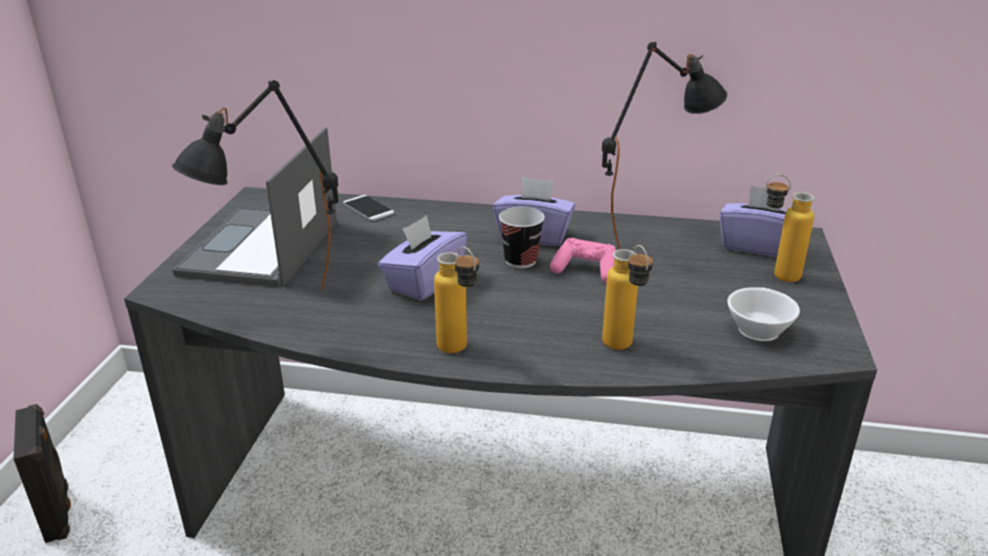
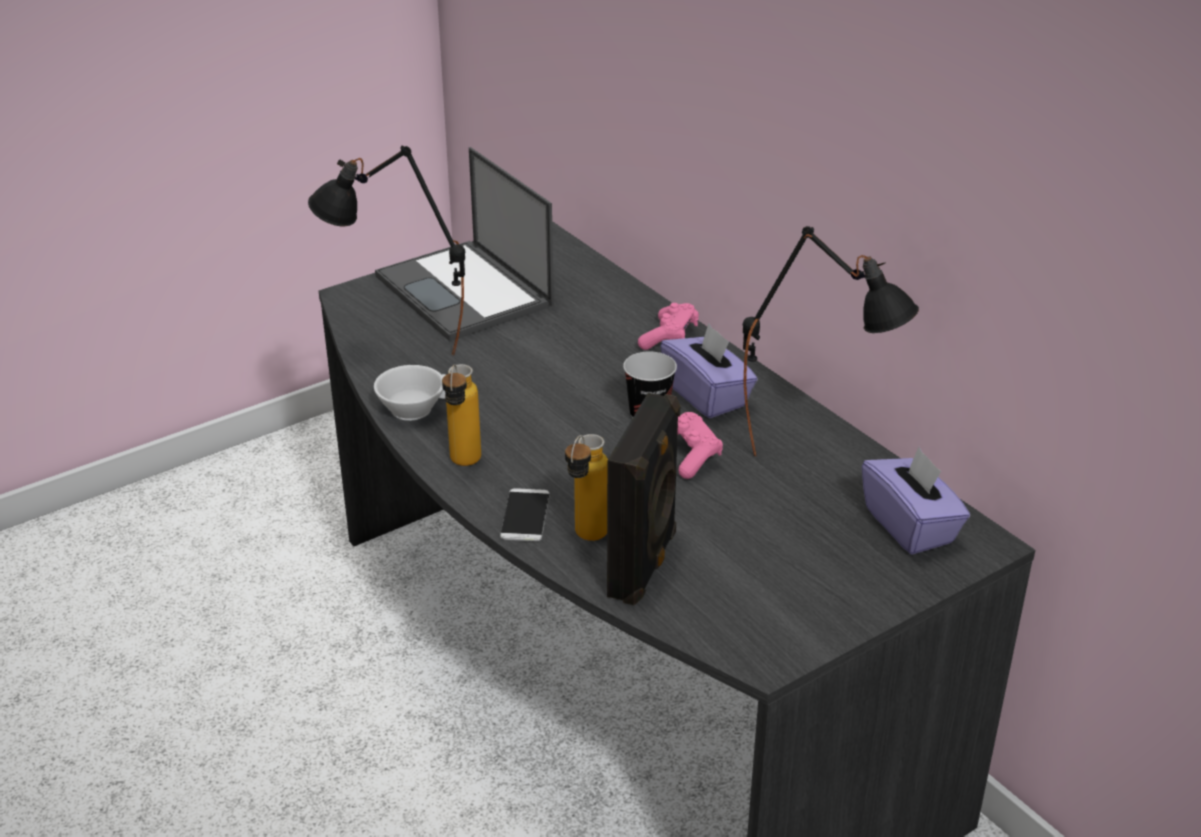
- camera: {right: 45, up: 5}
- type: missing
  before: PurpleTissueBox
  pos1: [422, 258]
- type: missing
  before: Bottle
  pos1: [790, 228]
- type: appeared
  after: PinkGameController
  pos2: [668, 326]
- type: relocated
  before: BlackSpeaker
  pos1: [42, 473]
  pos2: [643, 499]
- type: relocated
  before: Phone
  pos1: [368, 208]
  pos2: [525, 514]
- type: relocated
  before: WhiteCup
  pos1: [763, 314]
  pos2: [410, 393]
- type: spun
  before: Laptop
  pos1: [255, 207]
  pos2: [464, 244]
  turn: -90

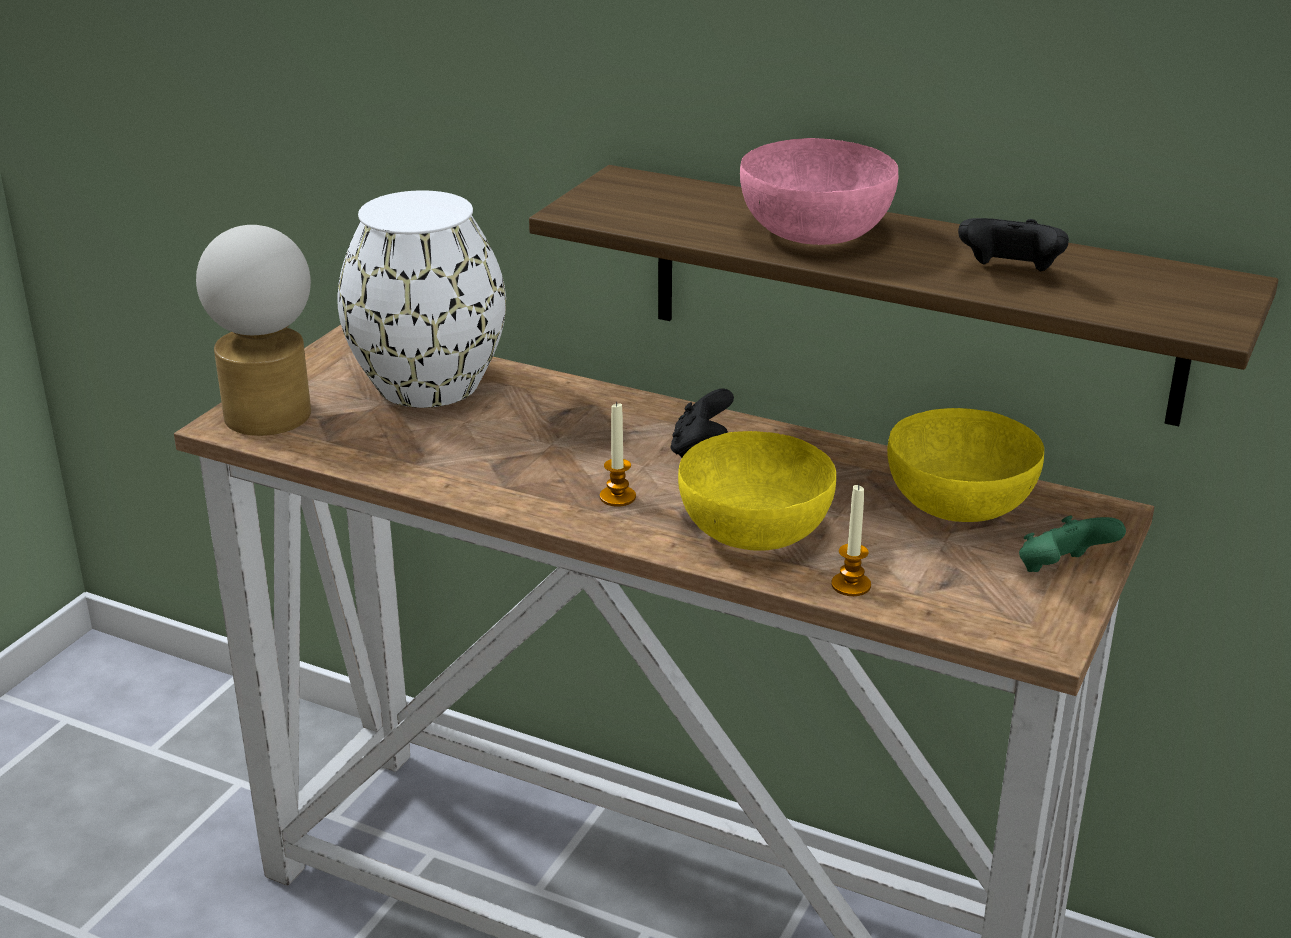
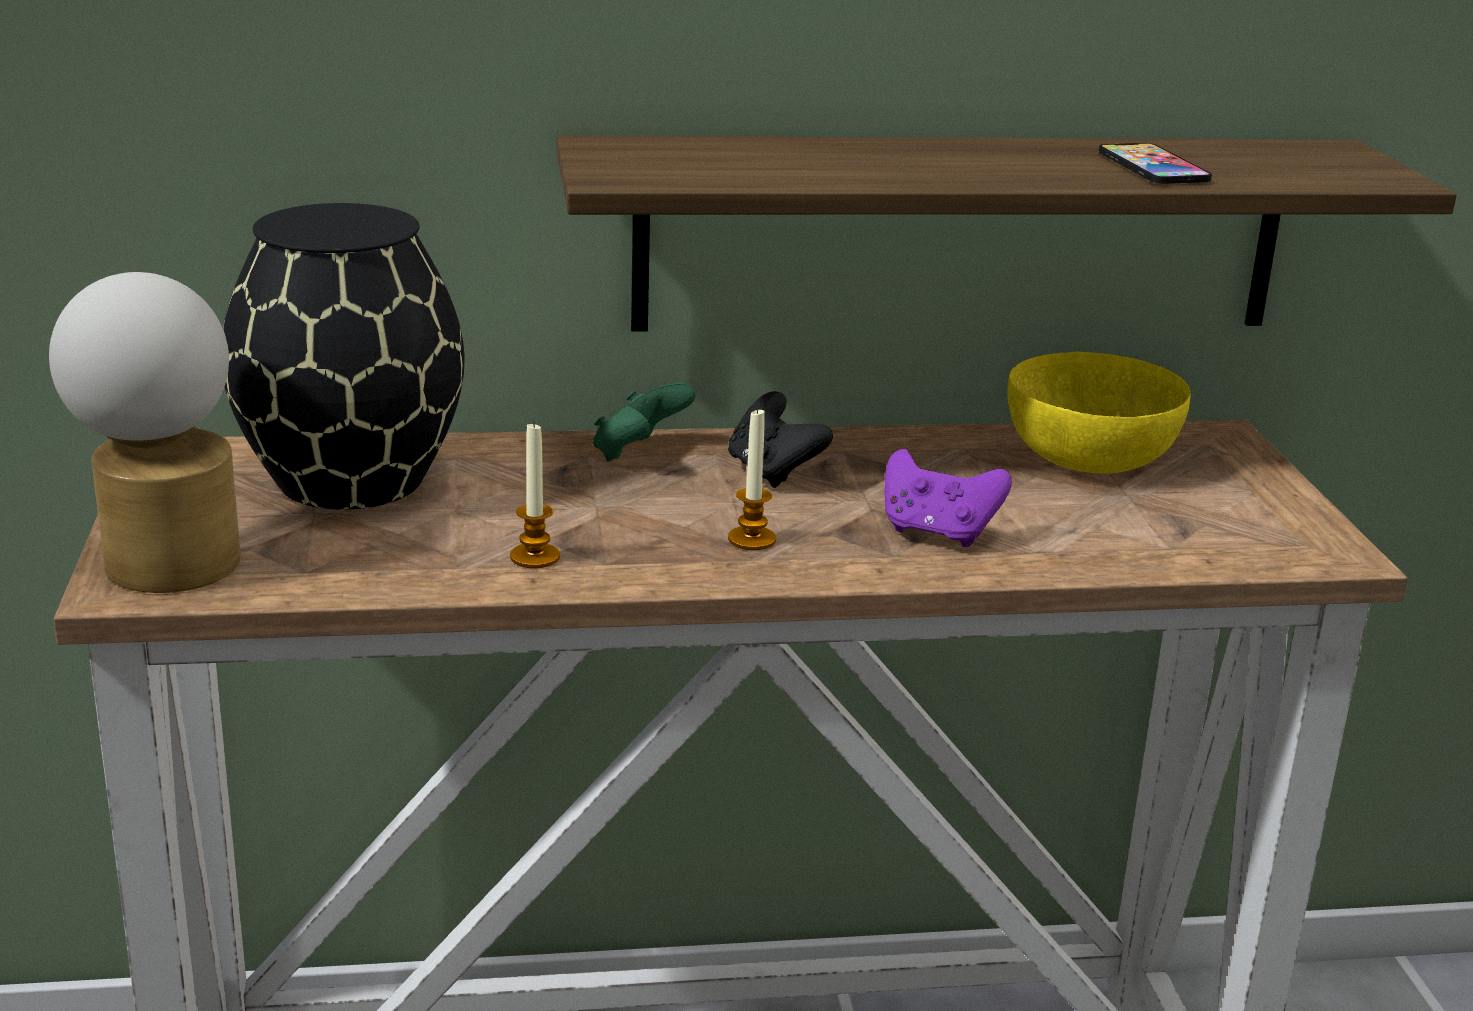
- camera: {right: -35, up: -5}
- type: missing
  before: PinkBowl
  pos1: [819, 191]
- type: relocated
  before: Candle
  pos1: [851, 540]
  pos2: [535, 495]
- type: relocated
  before: GreenGameController
  pos1: [1072, 544]
  pos2: [644, 422]
- type: exchanged
  before: YellowBowl
  after: PurpleGameController
  pos1: [757, 491]
  pos2: [948, 498]
- type: exchanged
  before: BlackGameController
  after: Phone
  pos1: [1013, 244]
  pos2: [1155, 163]
- type: colour
  before: WhiteVase
  after: BlackVase
  pos1: [421, 299]
  pos2: [344, 356]

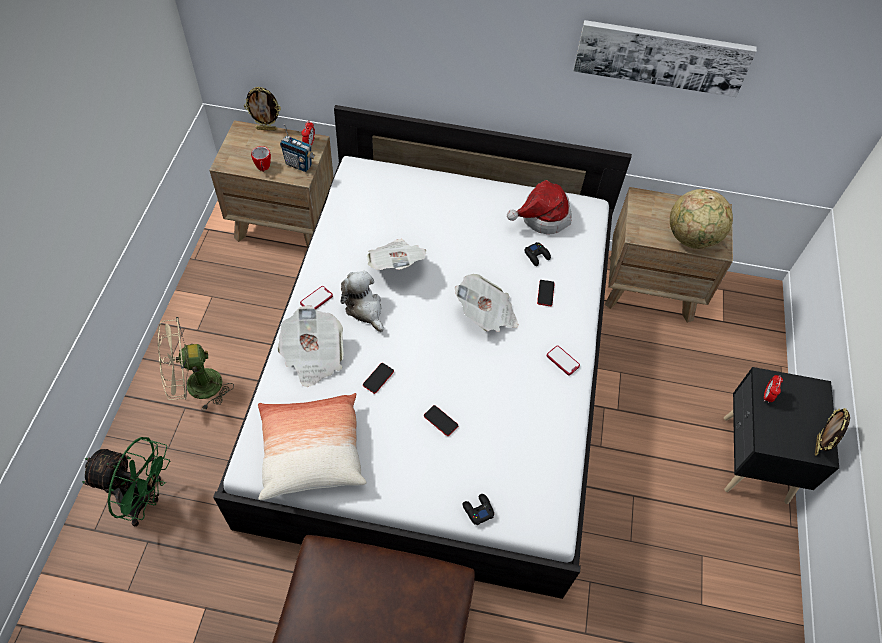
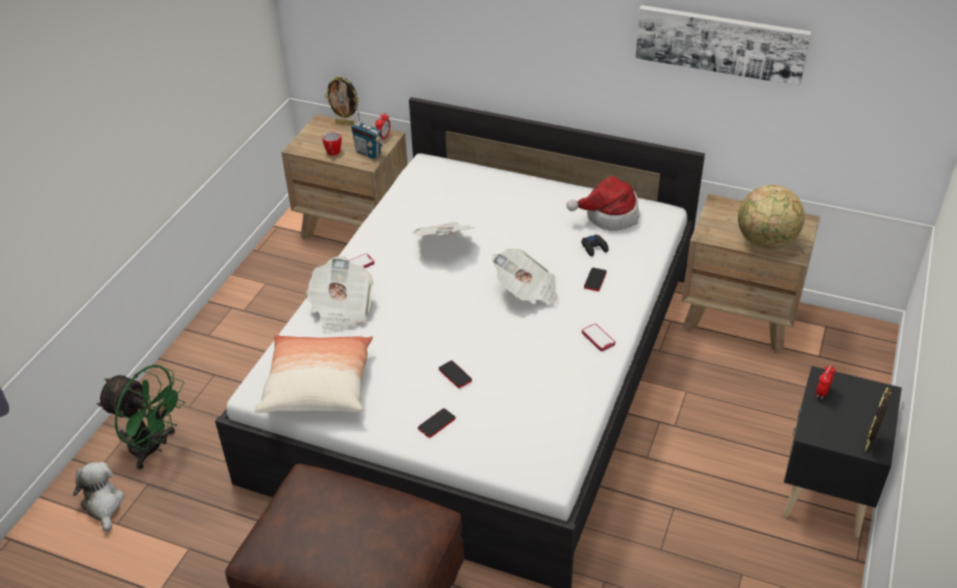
- camera: {right: 15, up: -15}
- type: missing
  before: BeigeFan
  pos1: [196, 364]
- type: missing
  before: BlackGameController
  pos1: [478, 509]
- type: relocated
  before: PlushToy
  pos1: [362, 301]
  pos2: [99, 497]
- type: relocated
  before: Phone
  pos1: [378, 378]
  pos2: [437, 423]

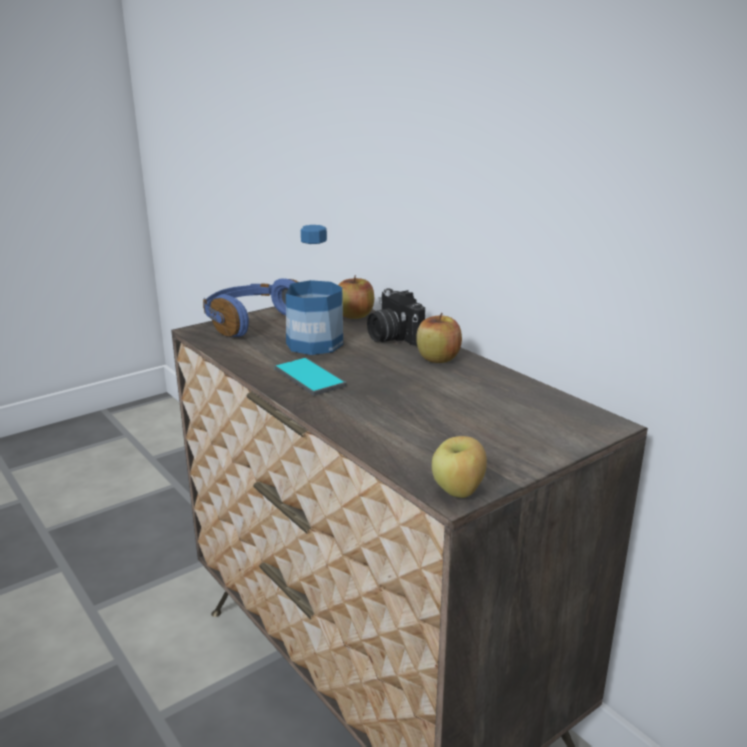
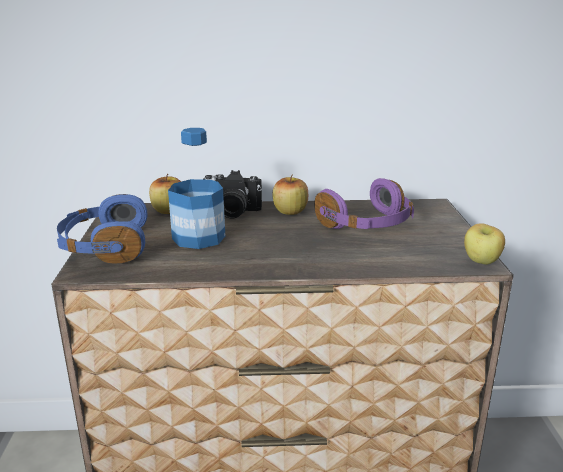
- camera: {right: -55, up: 0}
- type: missing
  before: Phone
  pos1: [310, 377]
- type: appeared
  after: PurpleHeadphones
  pos2: [364, 203]

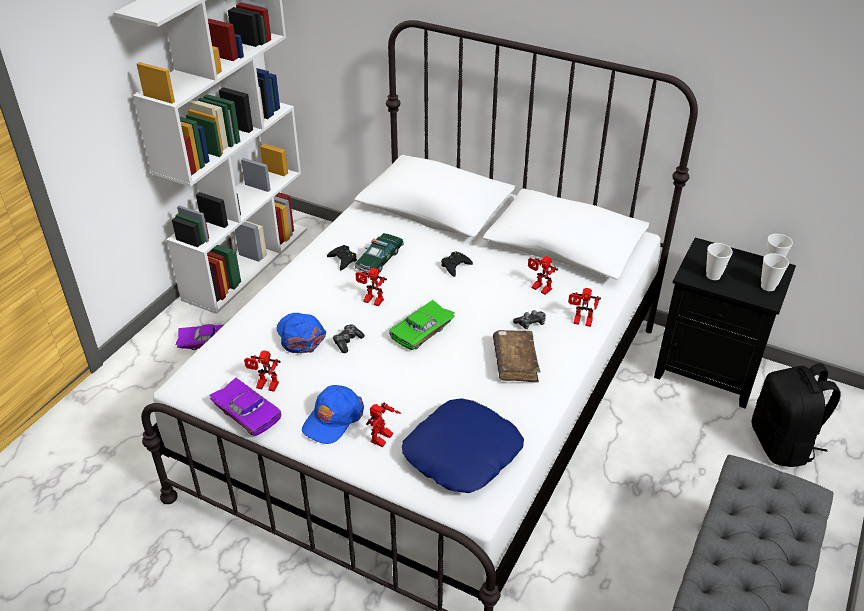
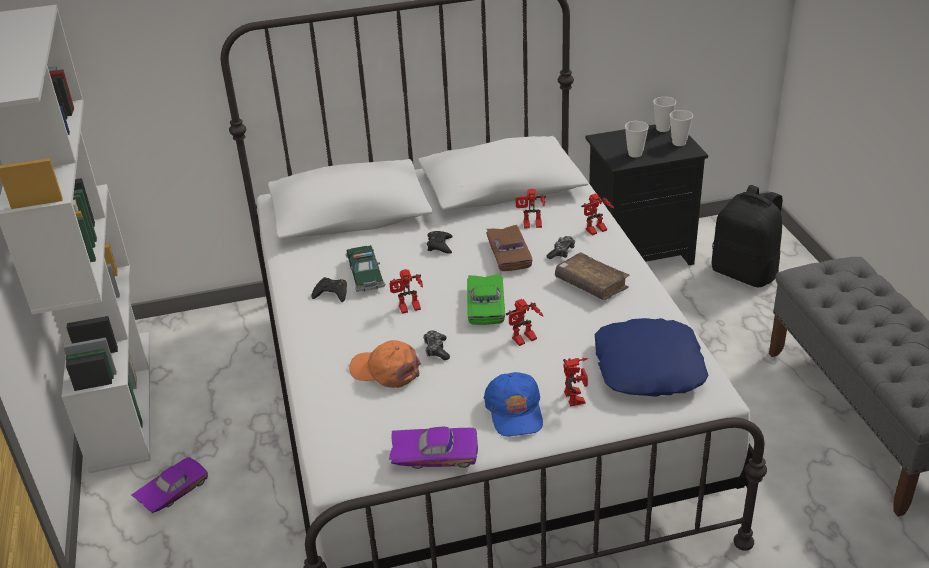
- camera: {right: -40, up: -5}
- type: appeared
  after: BrownToyCar
  pos2: [509, 248]
- type: relocated
  before: ToyRobot
  pos1: [262, 371]
  pos2: [524, 322]
- type: colour
  before: BlueCap
  after: OrangeCap
  pos1: [301, 333]
  pos2: [385, 364]

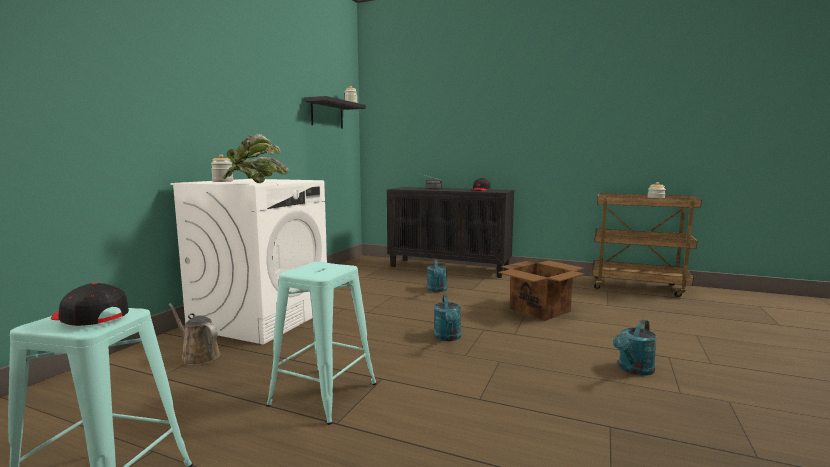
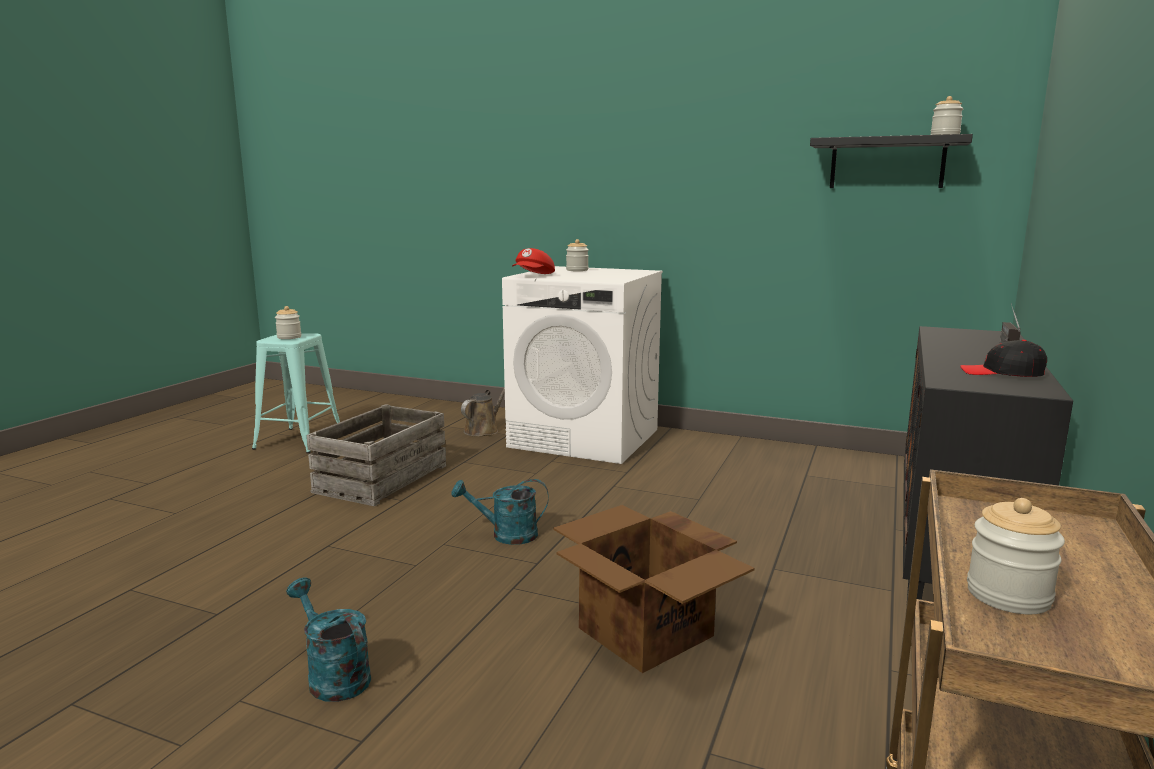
- camera: {right: 90, up: 5}
- type: missing
  before: TurquoiseWateringCan
  pos1: [437, 275]
- type: exchanged
  before: BlackCap
  after: Jar
  pos1: [90, 304]
  pos2: [288, 322]
- type: exchanged
  before: PottedPlant
  after: RedCap
  pos1: [255, 158]
  pos2: [533, 261]
- type: exchanged
  before: TurquoiseStool
  after: Crate
  pos1: [321, 343]
  pos2: [376, 455]

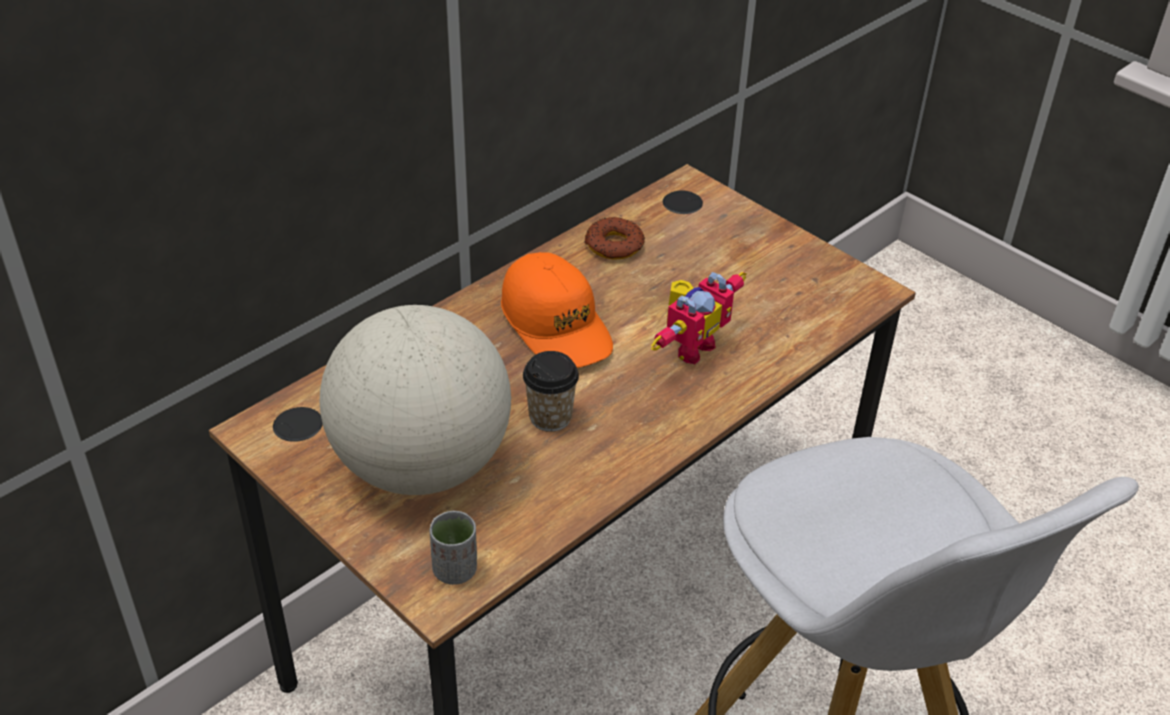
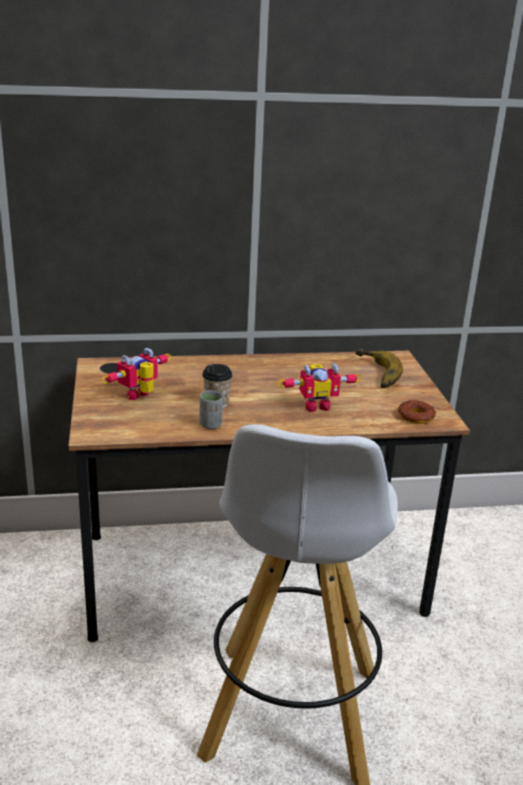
- camera: {right: 35, up: -15}
- type: missing
  before: OrangeCap
  pos1: [557, 310]
- type: appeared
  after: Banana
  pos2: [379, 368]
- type: relocated
  before: GreyCup
  pos1: [453, 548]
  pos2: [211, 409]
- type: relocated
  before: Donut
  pos1: [614, 238]
  pos2: [417, 412]
- type: exchanged
  before: Globe
  after: ToyRobot
  pos1: [415, 400]
  pos2: [136, 374]

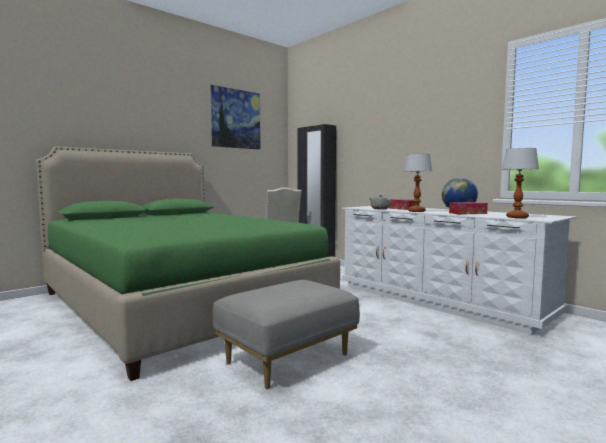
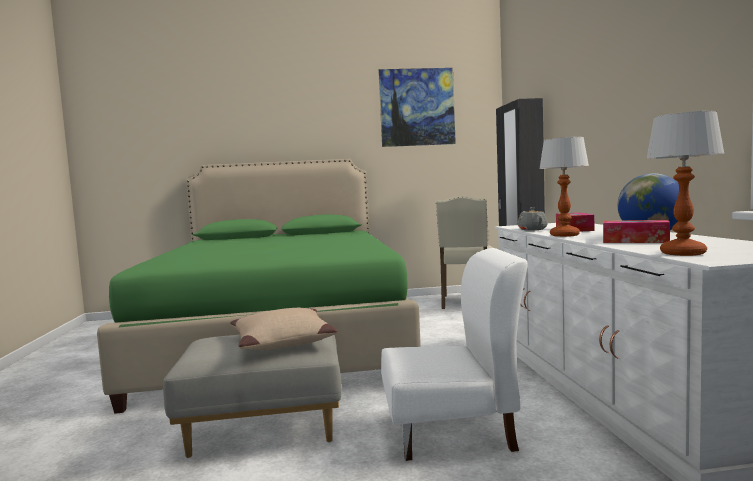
- camera: {right: 35, up: 0}
- type: appeared
  after: BeigePillow
  pos2: [284, 329]
- type: appeared
  after: WhiteChair
  pos2: [454, 354]

